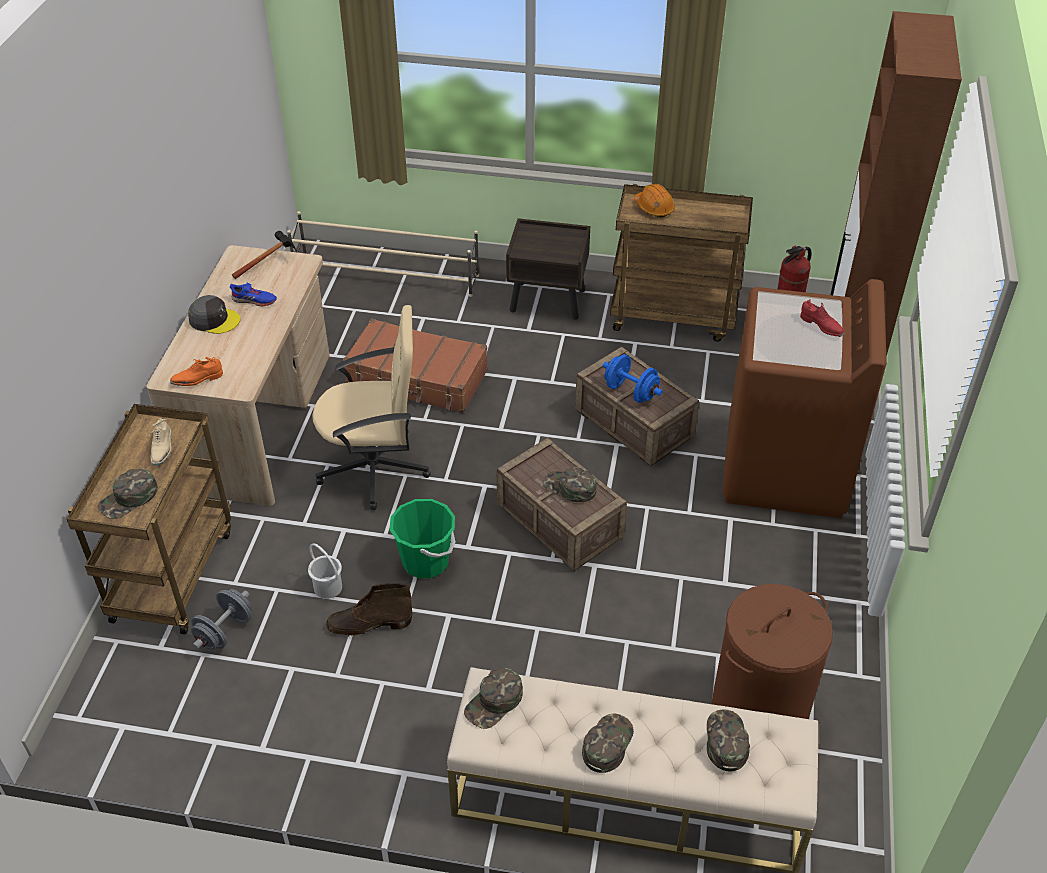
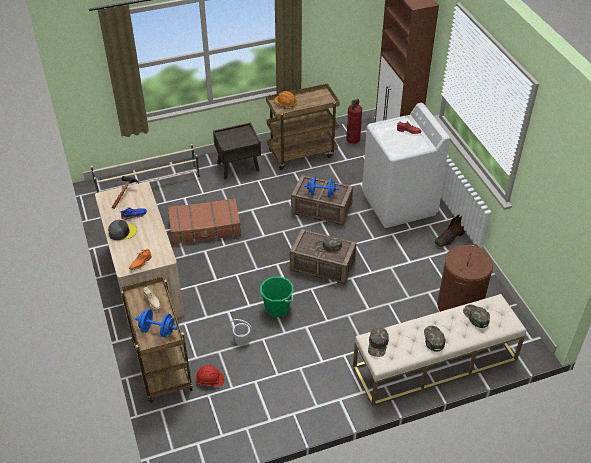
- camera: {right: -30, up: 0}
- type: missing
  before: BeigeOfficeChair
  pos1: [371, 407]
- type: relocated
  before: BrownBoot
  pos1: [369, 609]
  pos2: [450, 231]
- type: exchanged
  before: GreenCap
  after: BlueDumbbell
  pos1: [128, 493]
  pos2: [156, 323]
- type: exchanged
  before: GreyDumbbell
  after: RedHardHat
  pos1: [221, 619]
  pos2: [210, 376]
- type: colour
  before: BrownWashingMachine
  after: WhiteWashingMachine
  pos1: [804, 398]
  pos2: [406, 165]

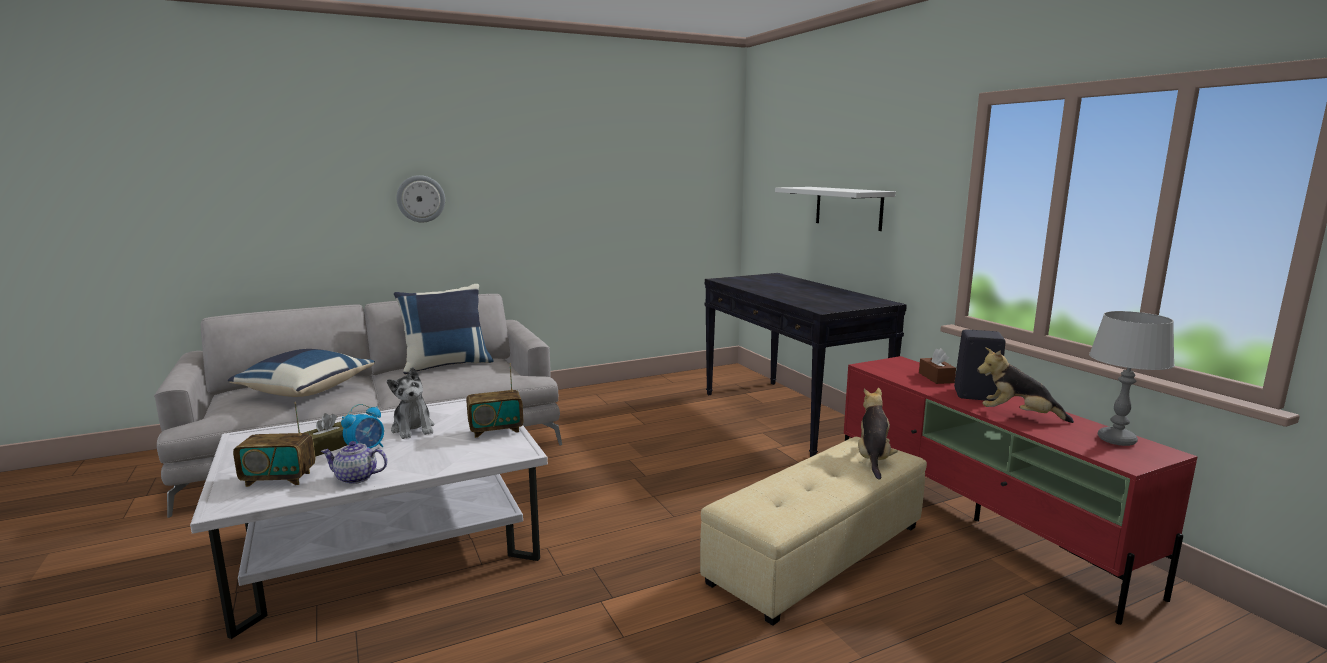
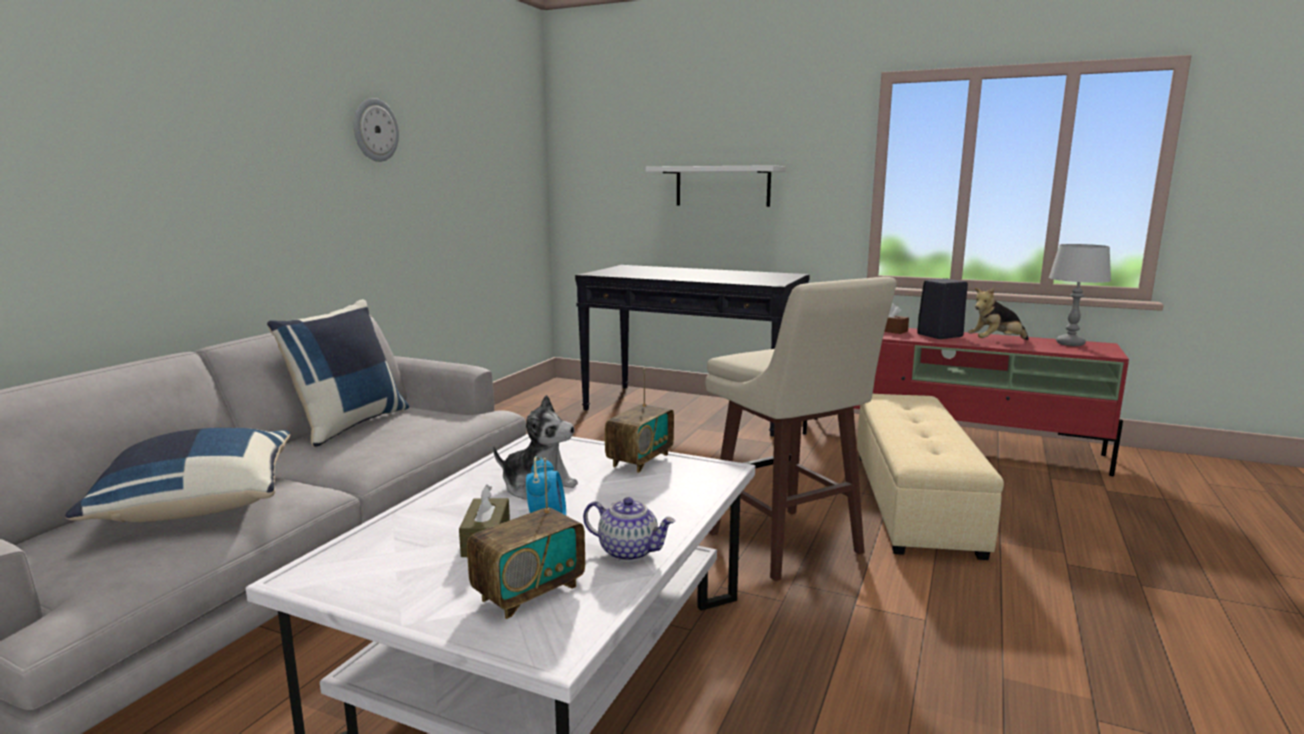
- camera: {right: -40, up: 0}
- type: missing
  before: PlushToy
  pos1: [878, 434]
- type: appeared
  after: BeigeStool
  pos2: [801, 429]
- type: relocated
  before: WallClock
  pos1: [420, 198]
  pos2: [376, 130]
- type: spun
  before: Teapot
  pos1: [354, 462]
  pos2: [629, 529]
  turn: -120

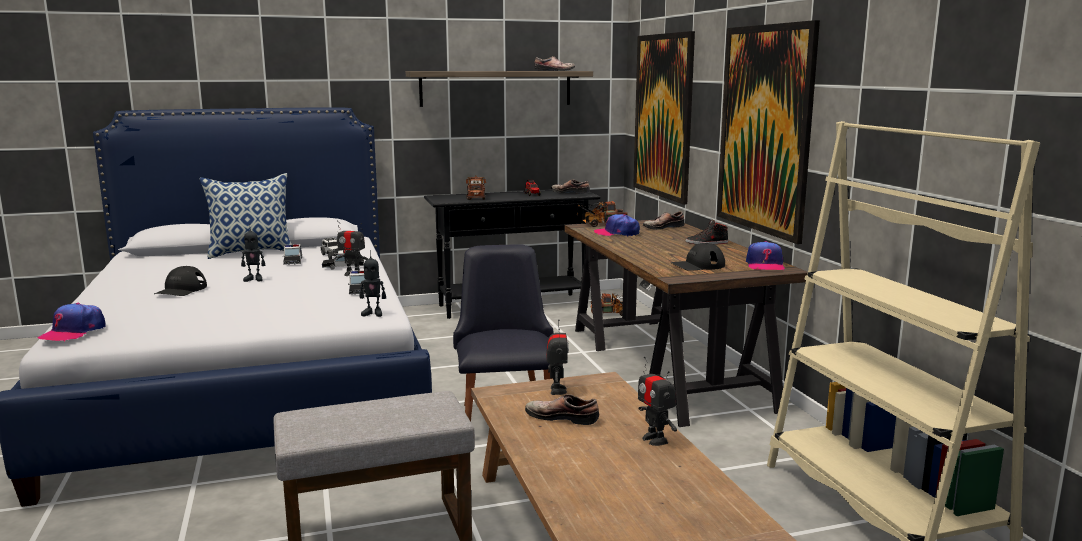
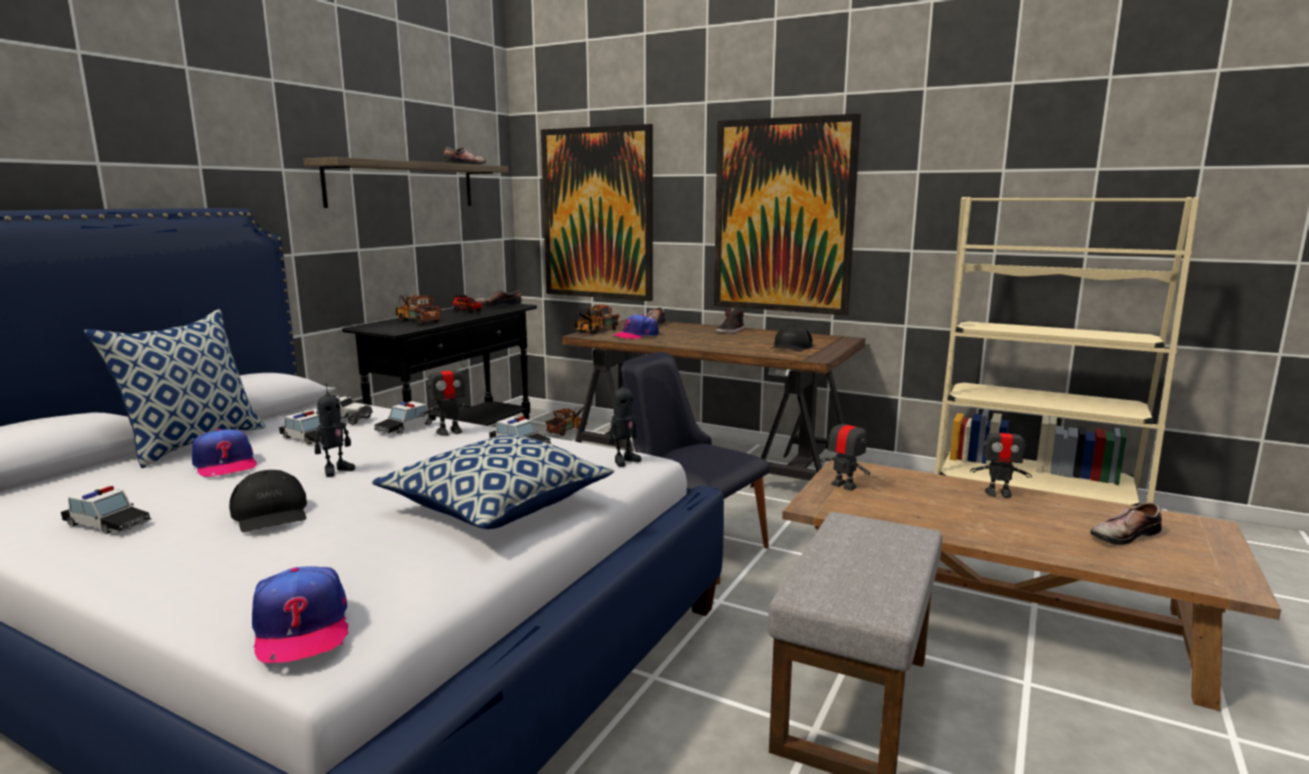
- camera: {right: -45, up: 0}
- type: appeared
  after: ToyCar
  pos2: [106, 510]
- type: appeared
  after: Pillow
  pos2: [493, 482]
- type: relocated
  before: Shoe
  pos1: [562, 409]
  pos2: [1126, 524]
- type: relocated
  before: Cap
  pos1: [765, 256]
  pos2: [225, 453]

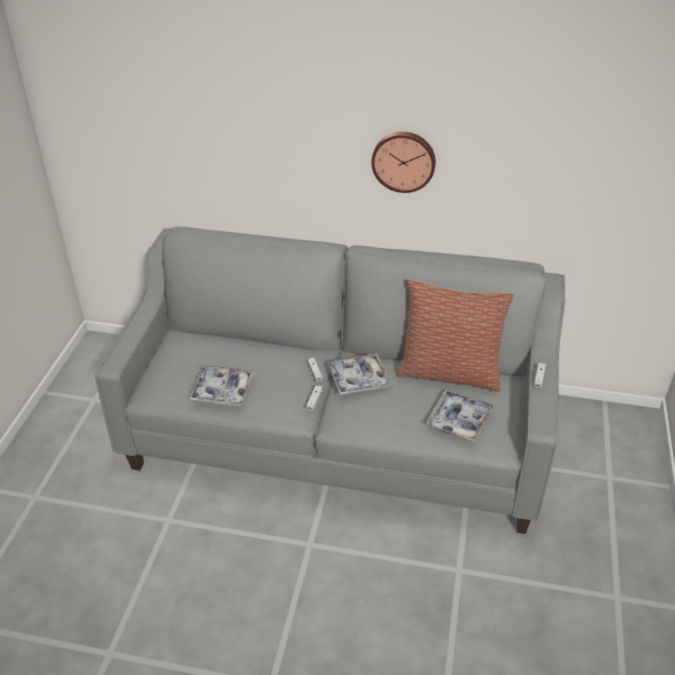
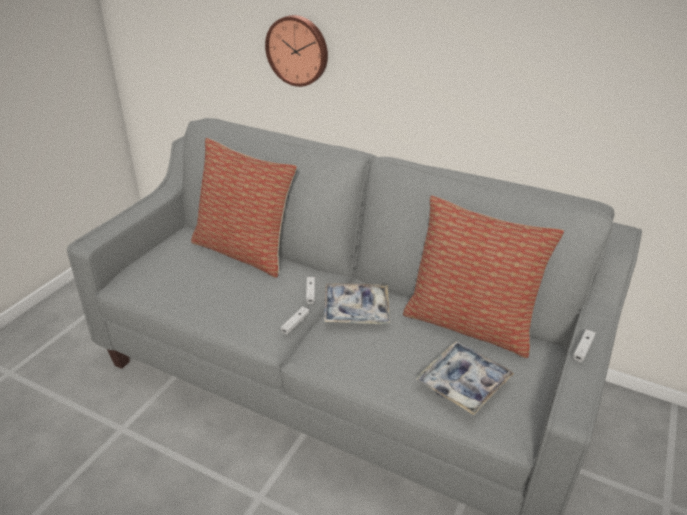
- camera: {right: 15, up: -5}
- type: missing
  before: Tray
  pos1: [221, 385]
- type: appeared
  after: Pillow
  pos2: [244, 208]
- type: relocated
  before: WallClock
  pos1: [403, 162]
  pos2: [296, 51]

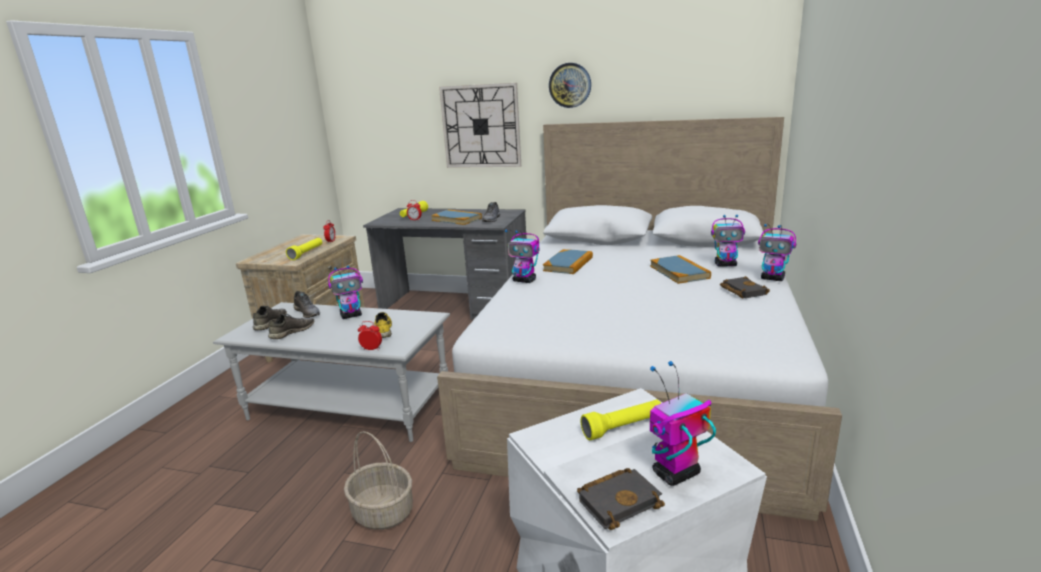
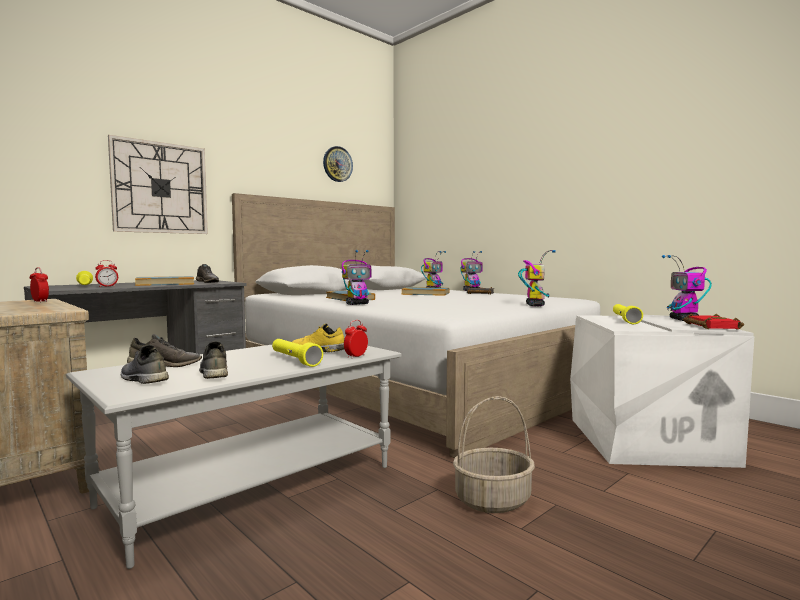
- camera: {right: -60, up: -15}
- type: relocated
  before: YellowFlashlight
  pos1: [304, 249]
  pos2: [297, 353]
- type: relocated
  before: ToyRobot
  pos1: [345, 292]
  pos2: [537, 278]
- type: relocated
  before: WallClock
  pos1: [570, 85]
  pos2: [338, 164]
- type: colour
  before: BlackBook
  after: RedBook
  pos1: [621, 499]
  pos2: [713, 321]

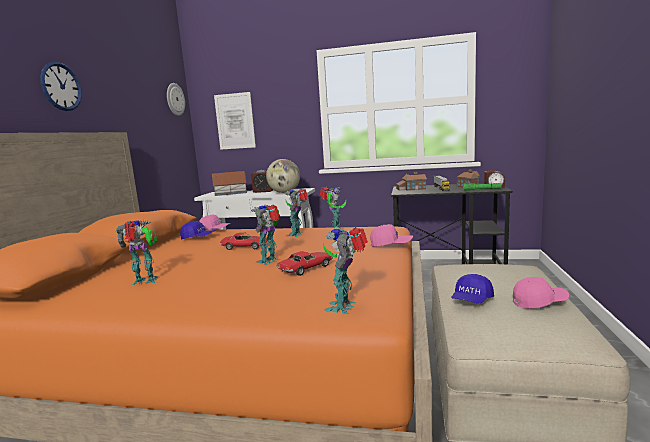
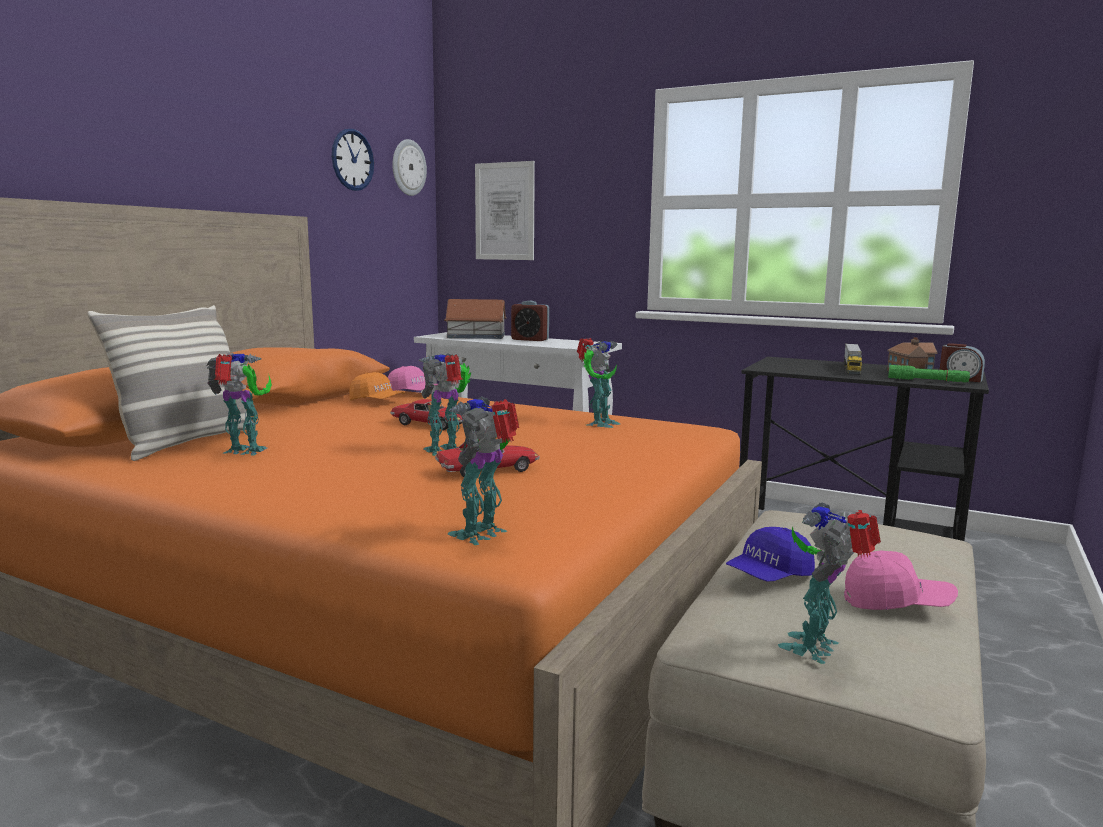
- camera: {right: 15, up: 0}
- type: missing
  before: Globe
  pos1: [283, 176]
- type: missing
  before: PinkCap
  pos1: [391, 235]
- type: missing
  before: ToyHouse
  pos1: [411, 181]
- type: appeared
  after: Pillow
  pos2: [168, 383]
- type: relocated
  before: WallClock
  pos1: [61, 86]
  pos2: [353, 160]
- type: relocated
  before: ToyRobot
  pos1: [296, 213]
  pos2: [829, 583]
- type: colour
  before: BlueCap
  after: OrangeCap
  pos1: [197, 230]
  pos2: [377, 386]

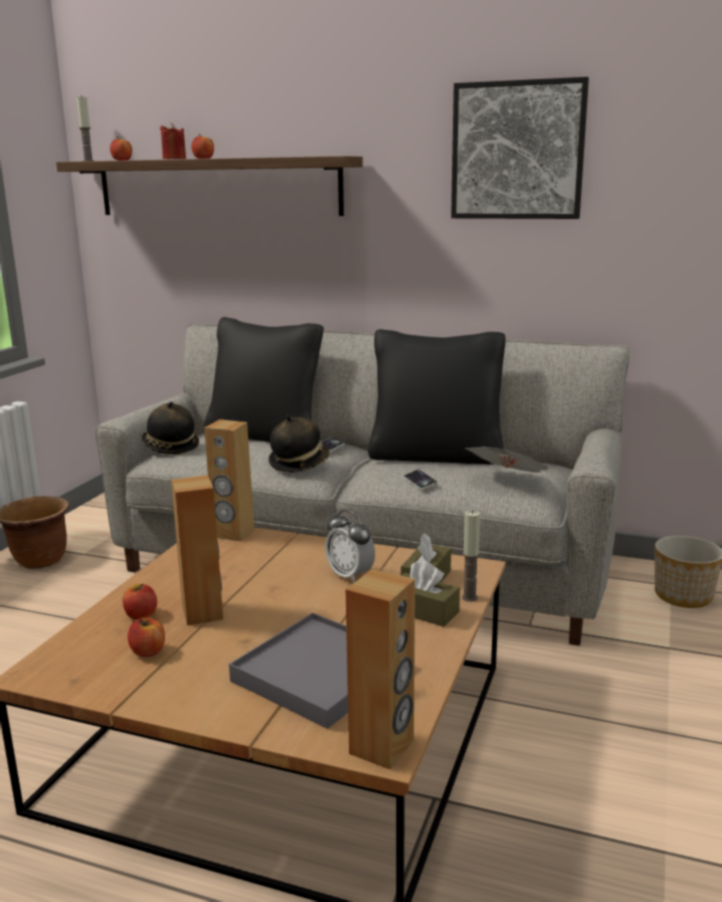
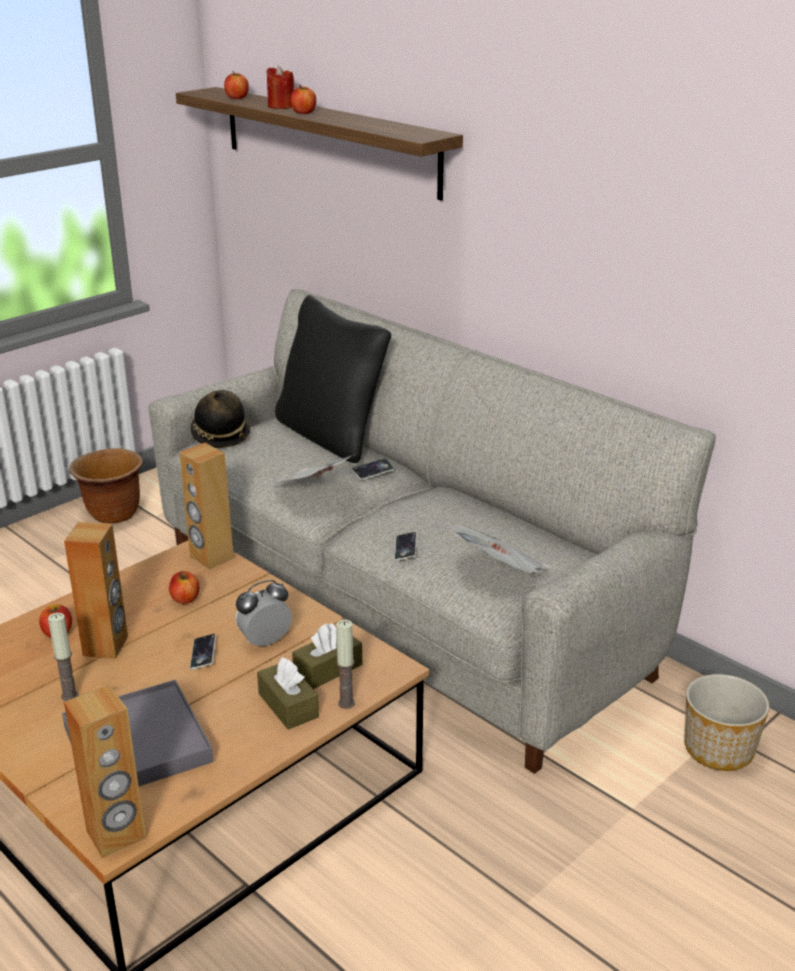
- camera: {right: 25, up: 10}
- type: missing
  before: BlackPillow
  pos1: [436, 397]
- type: missing
  before: Picture
  pos1: [520, 148]
- type: appeared
  after: Phone
  pos2: [203, 652]
- type: relocated
  before: Candle
  pos1: [85, 128]
  pos2: [63, 657]
- type: relocated
  before: Apple
  pos1: [146, 637]
  pos2: [184, 587]
- type: exchanged
  before: Hat
  after: Newspaper
  pos1: [299, 444]
  pos2: [316, 469]
- type: spun
  before: AlarmClock
  pos1: [350, 546]
  pos2: [264, 613]
  turn: 75

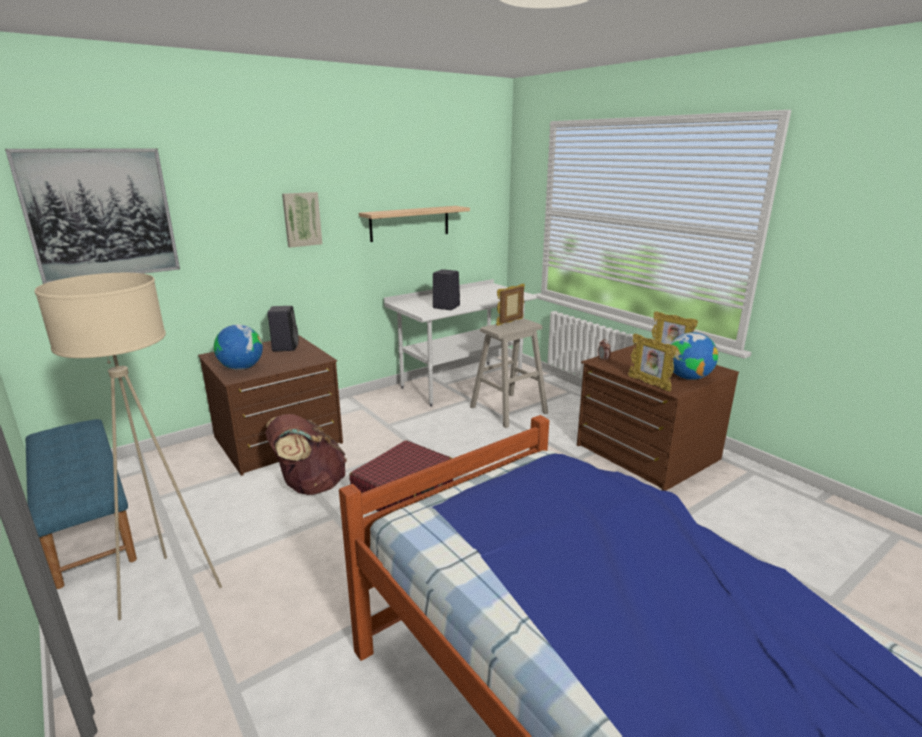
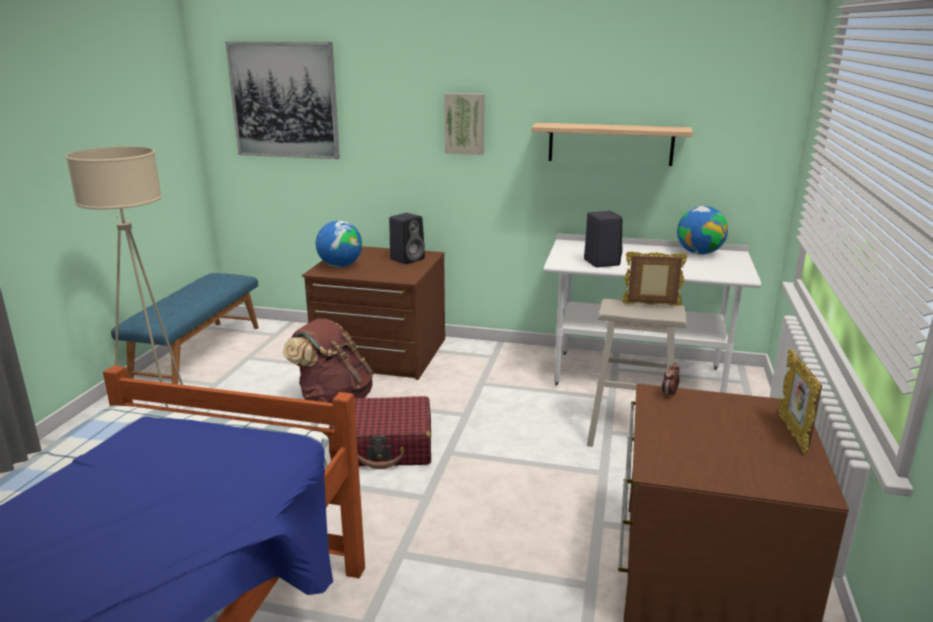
- camera: {right: 50, up: 0}
- type: missing
  before: PictureFrame
  pos1: [652, 362]
- type: relocated
  before: Globe
  pos1: [694, 356]
  pos2: [702, 230]

